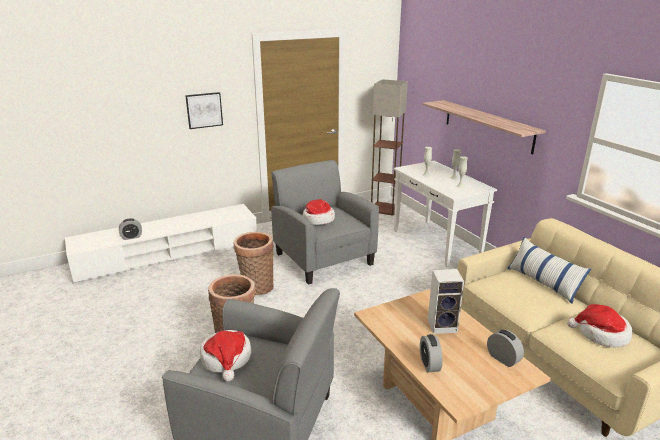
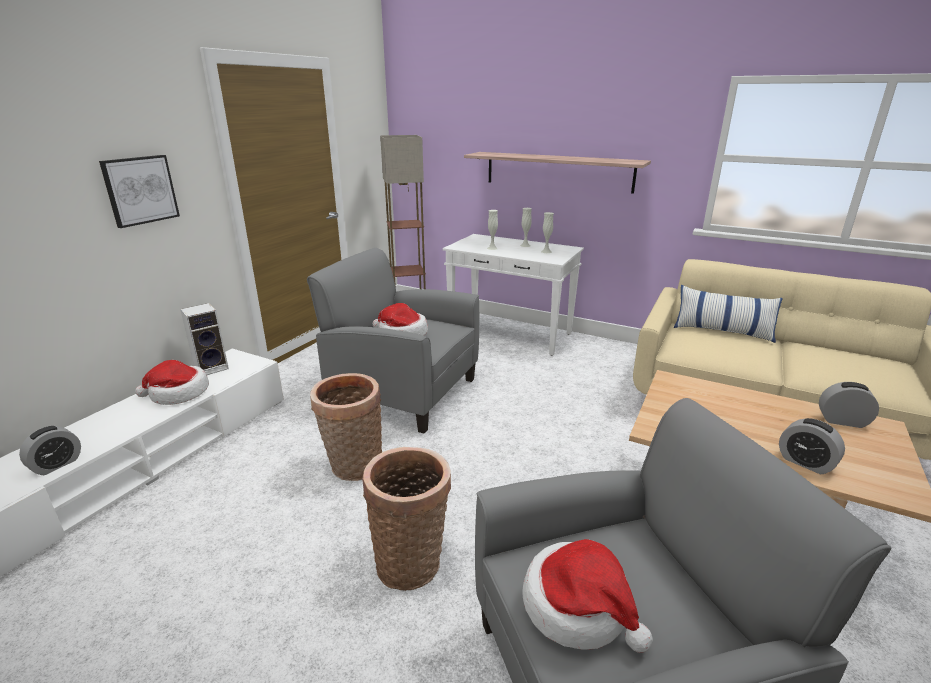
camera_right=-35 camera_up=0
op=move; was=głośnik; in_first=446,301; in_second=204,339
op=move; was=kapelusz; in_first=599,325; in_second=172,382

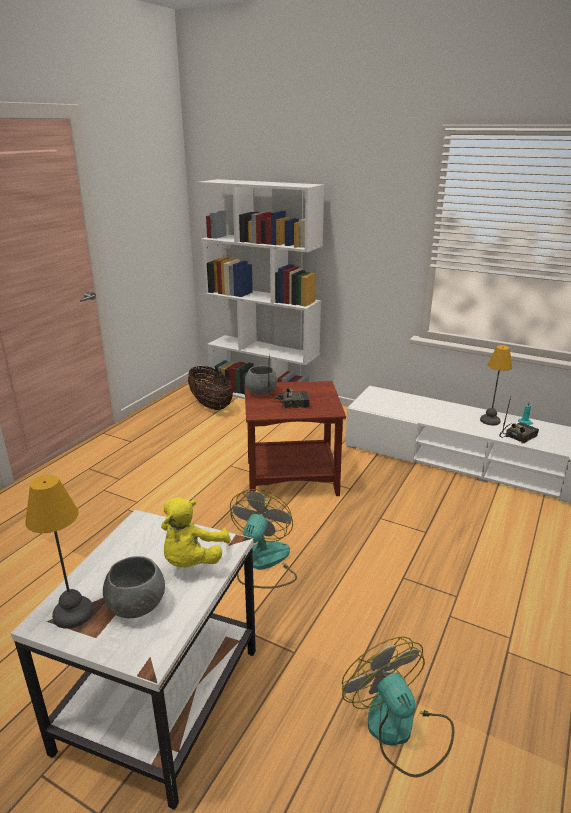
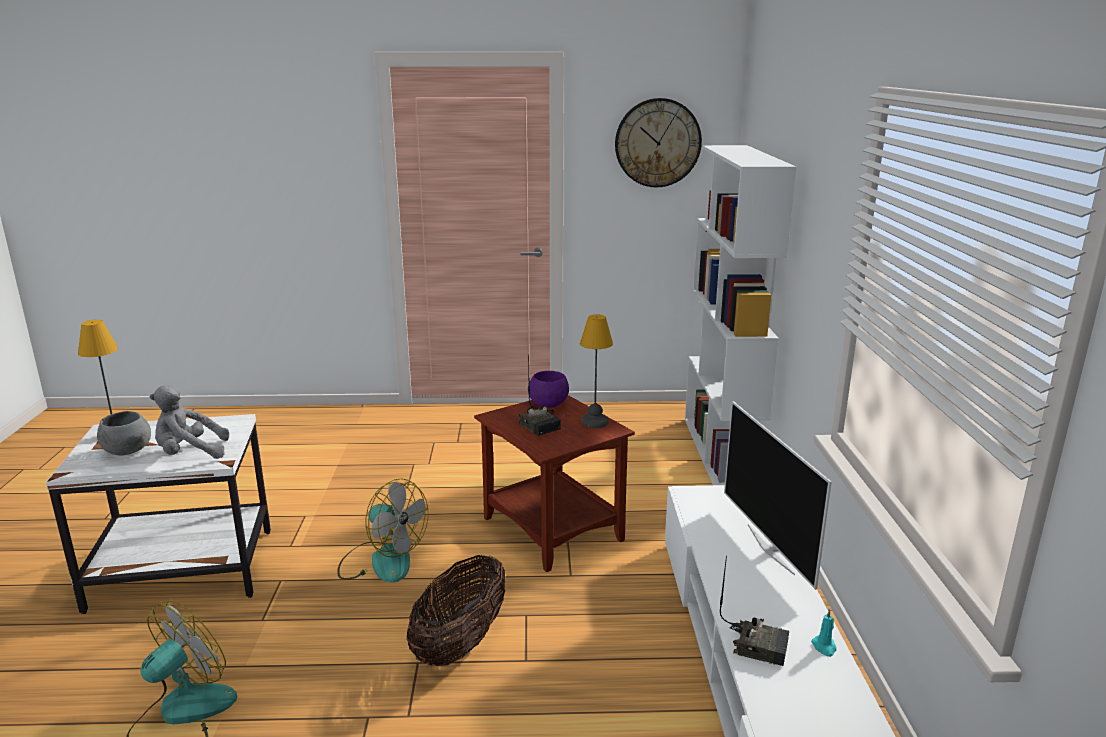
camera_right=60 camera_up=-5
op=insert; now=zegar ścienny; in_second=658,142
op=insert; now=telewizor; in_second=778,495
op=move; was=koszyk; in_first=210,388; in_second=456,610
op=move; was=lampa stołowa; in_first=496,385; in_second=596,371
op=recolor; was=pluszak/żółty; now=pluszak/szary; in_first=196,532; in_second=189,422
op=recolor; was=miska/szary; now=miska/fioletowy; in_first=261,380; in_second=548,389
op=rotate; was=wentylator; in_first=263,539; in_second=382,530; clockwise=45

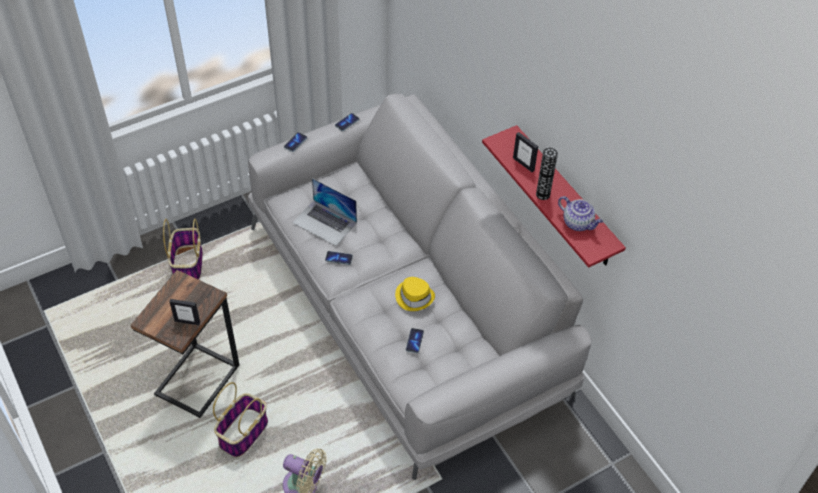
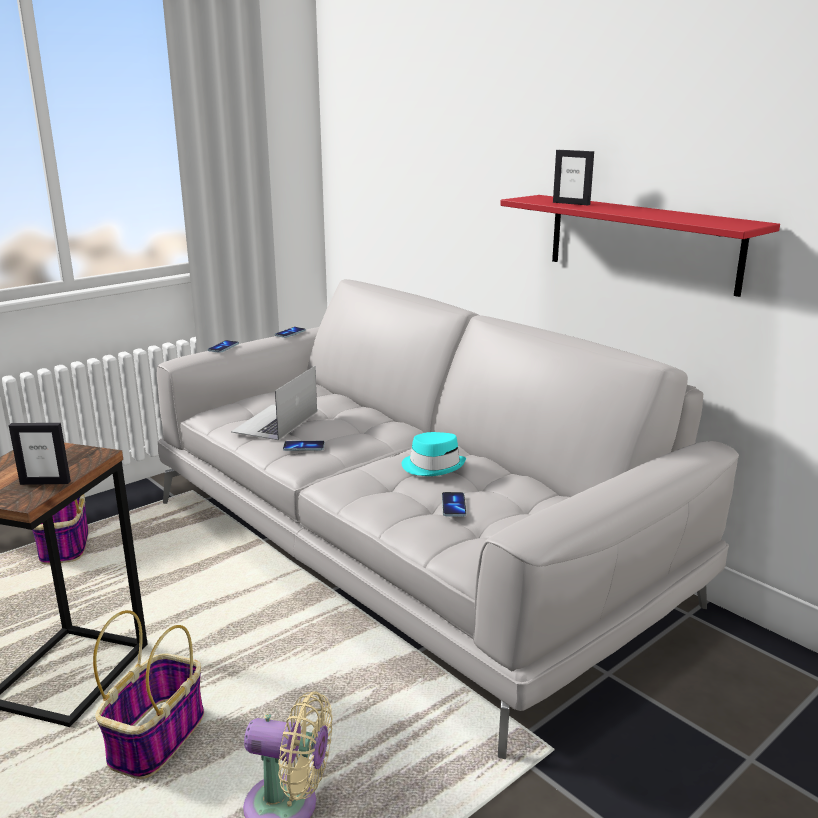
camera_right=-10 camera_up=-30
op=delete; was=wazon; in_first=547,174
op=delete; was=imbryk; in_first=580,213
op=recolor; was=kapelusz/żółty; now=kapelusz/turkusowy; in_first=415,294; in_second=434,454
op=rotate; was=laptop; in_first=324,212; in_second=274,403; clockwise=90

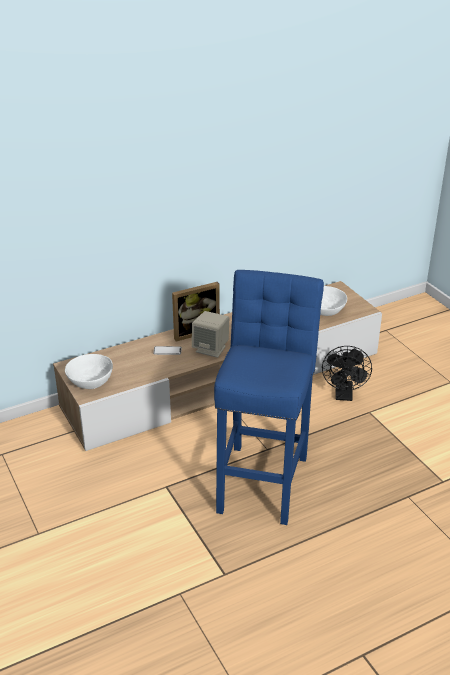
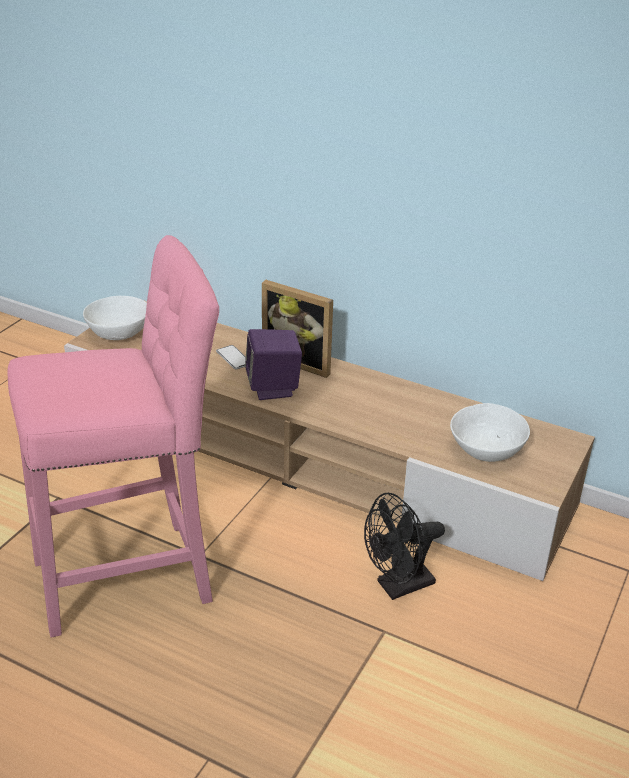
camera_right=55 camera_up=0
op=recolor; was=głośnik/beżowy; now=głośnik/fioletowy; in_first=210,334; in_second=273,364
op=recolor; was=stołek/niebieski; now=stołek/różowy; in_first=269,397; in_second=113,436

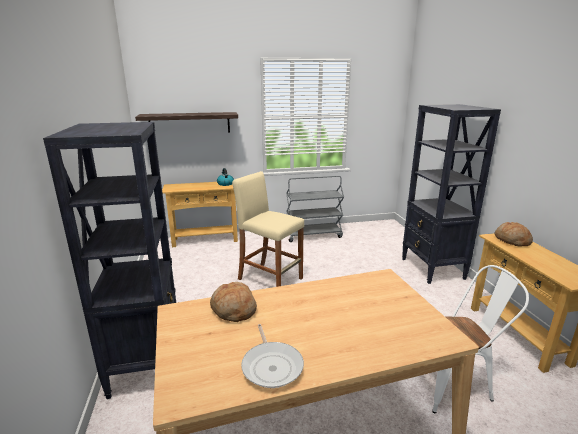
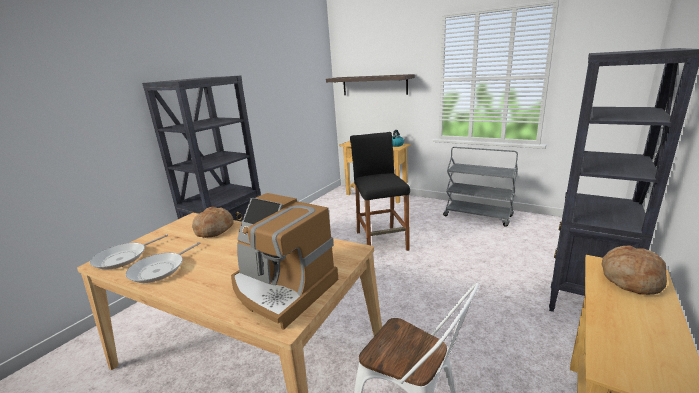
camera_right=45 camera_up=0
op=insert; now=patelnia; in_second=129,252
op=insert; now=ekspres do kawy; in_second=284,261
op=recolor; was=stołek/beżowy; now=stołek/czarny; in_first=268,229; in_second=380,191

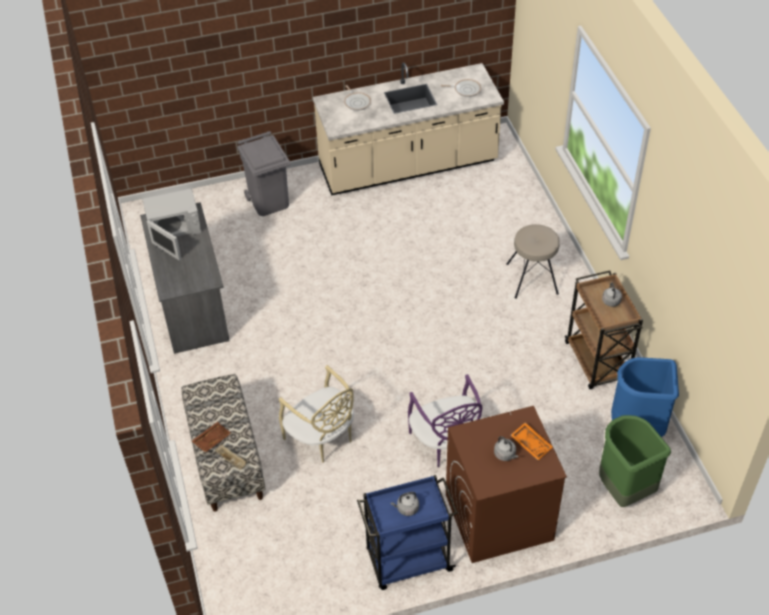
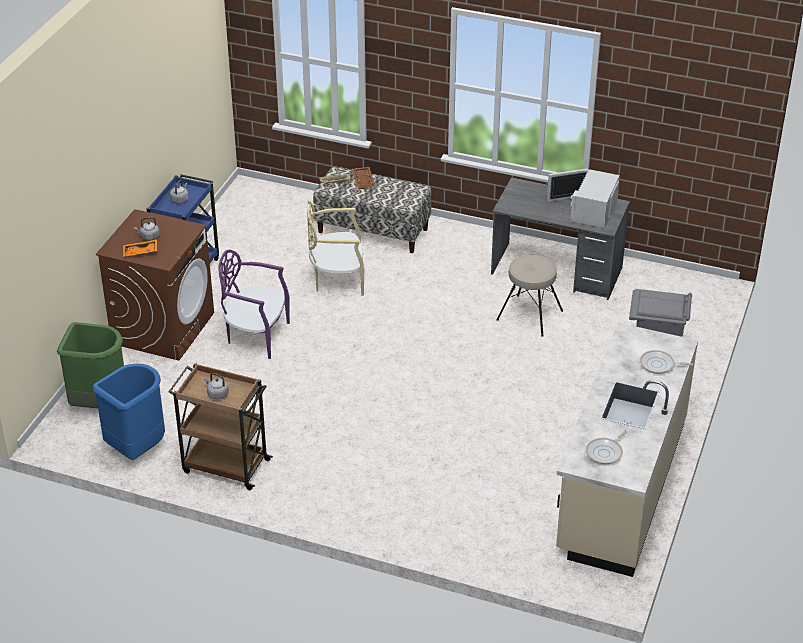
camera_right=125 camera_up=-10
op=move; was=stołek/beżowy; in_first=533,261; in_second=530,296

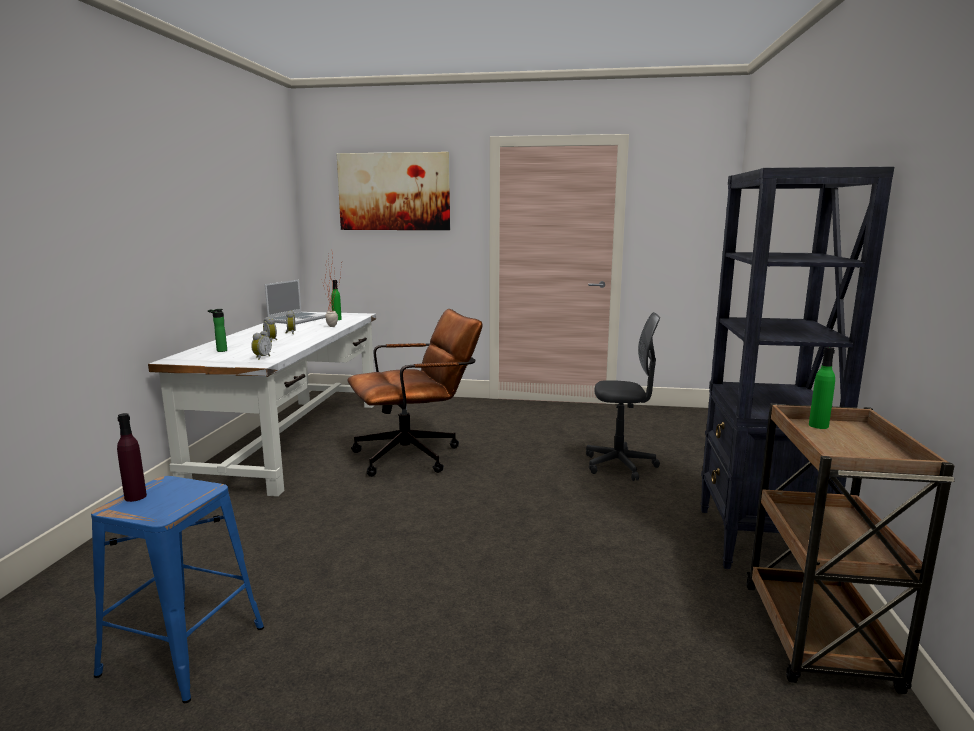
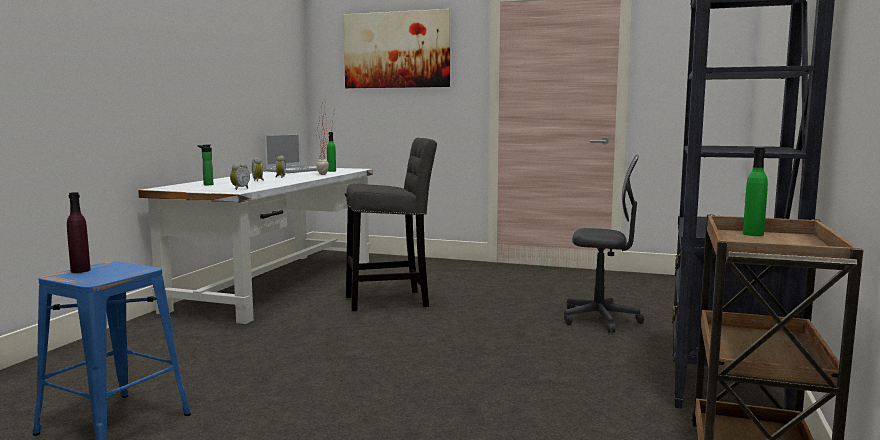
camera_right=10 camera_up=-5
op=replace; was=krzesło biurowe/brązowy; now=stołek/szary; in_first=415,393; in_second=391,224

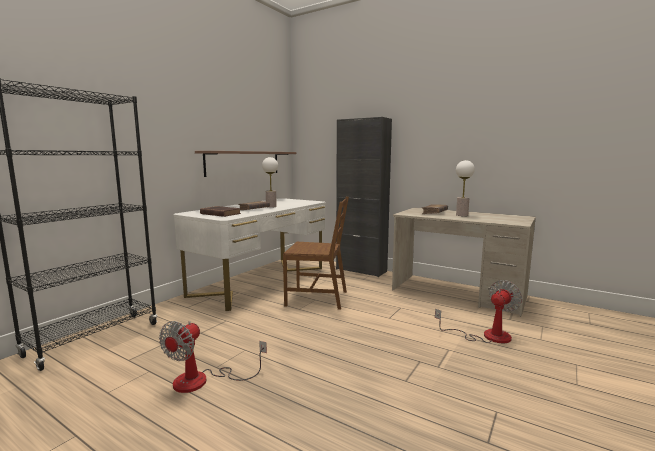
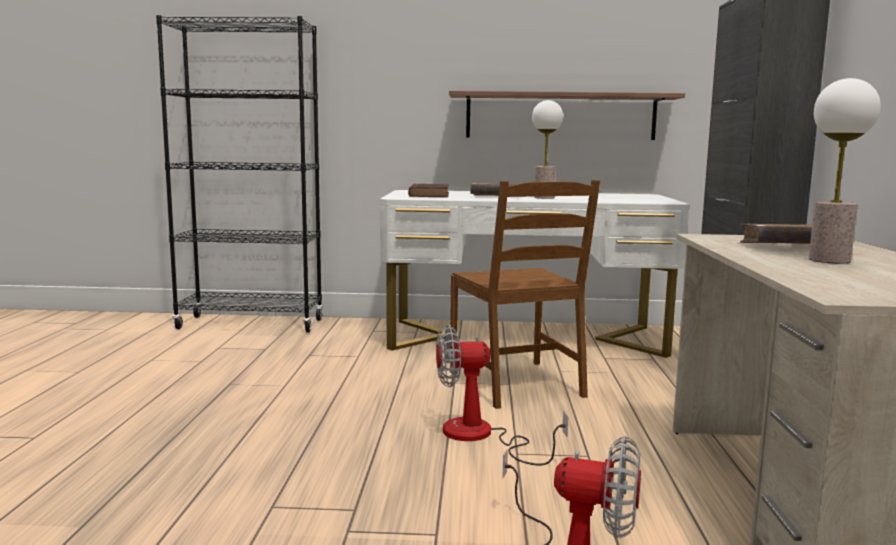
camera_right=60 camera_up=0
op=move; was=wentylator; in_first=213,357; in_second=502,395

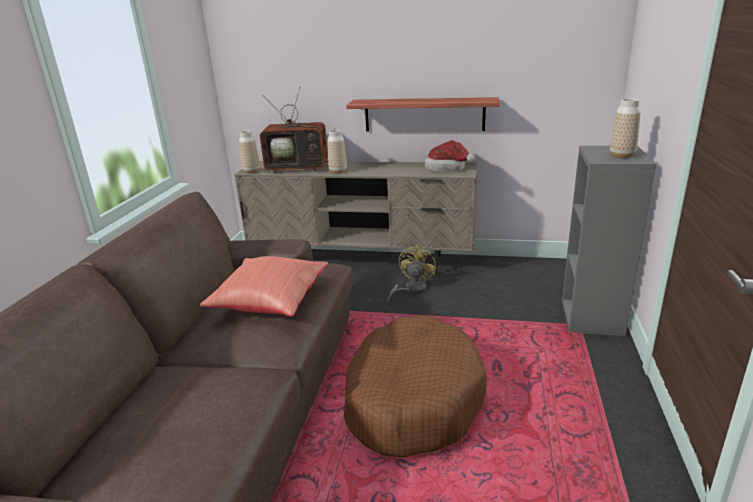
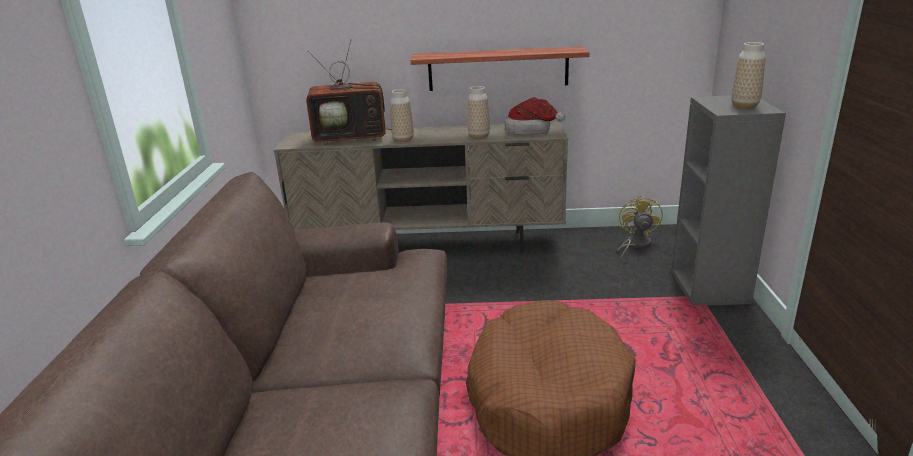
camera_right=-10 camera_up=0
op=delete; was=poduszka/czerwony; in_first=264,286
op=move; was=wazon; in_first=249,152; in_second=479,112
op=move; was=wentylator/żółty; in_first=412,272; in_second=639,227

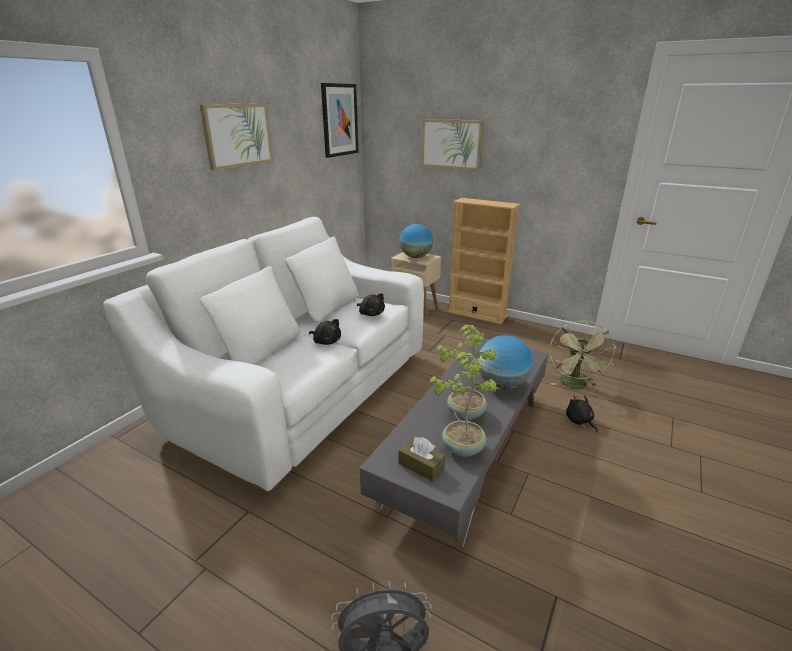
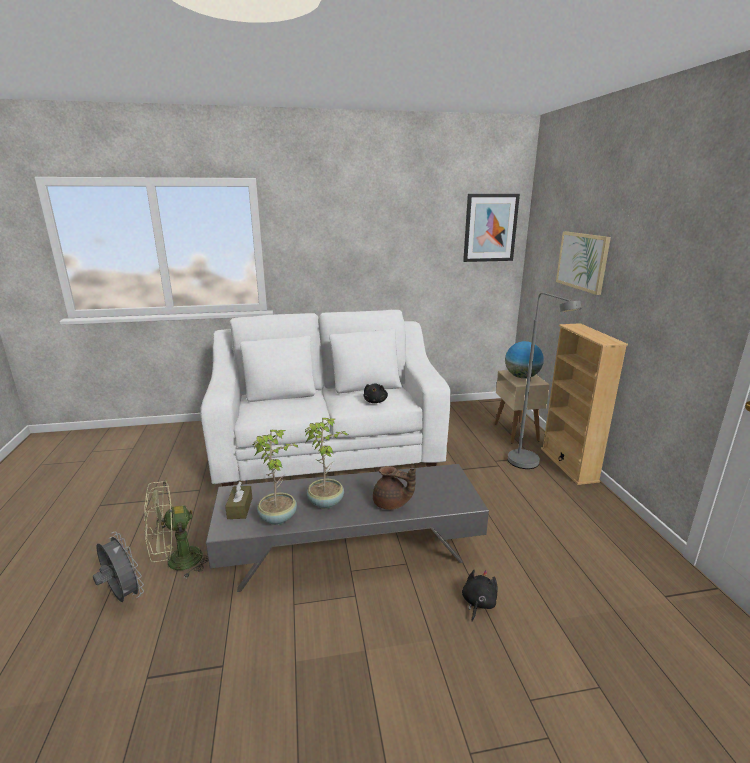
camera_right=50 camera_up=-5
op=delete; was=obraz; in_first=236,137
op=delete; was=pluszak/czarny; in_first=325,332
op=insert; now=lampa stojąca/szary; in_second=545,380
op=move; was=wentylator/zielony; in_first=582,355; in_second=176,529
op=replace; was=globus; now=imbryk/brązowy; in_first=505,362; in_second=394,488

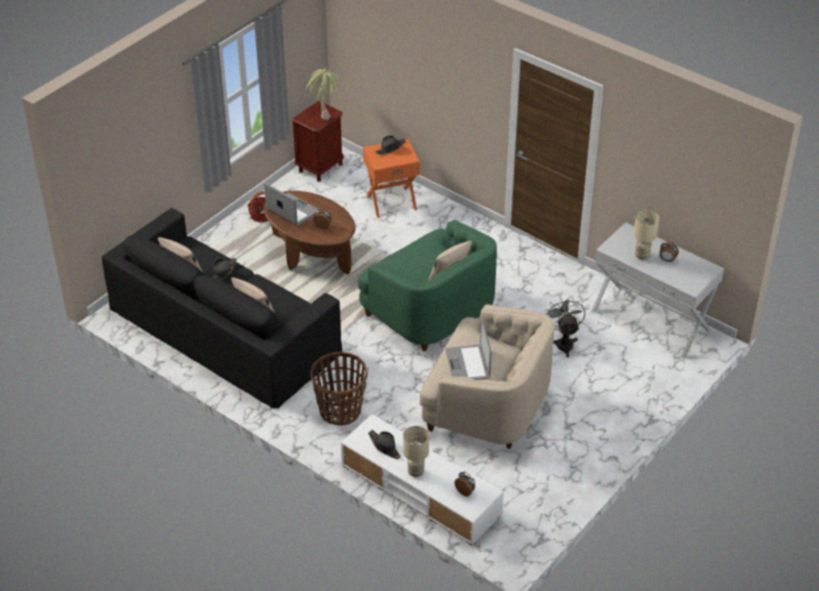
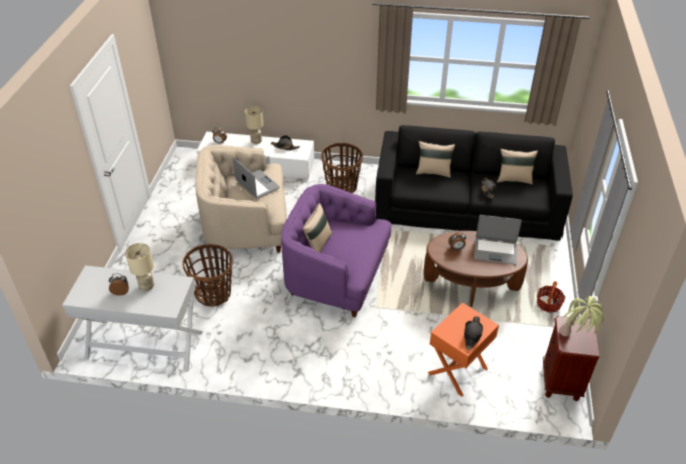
camera_right=150 camera_up=0
op=replace; was=wentylator/szary; now=koszyk; in_first=565,326; in_second=207,275
op=recolor; was=fotel/zielony; now=fotel/fioletowy; in_first=427,285; in_second=336,251

